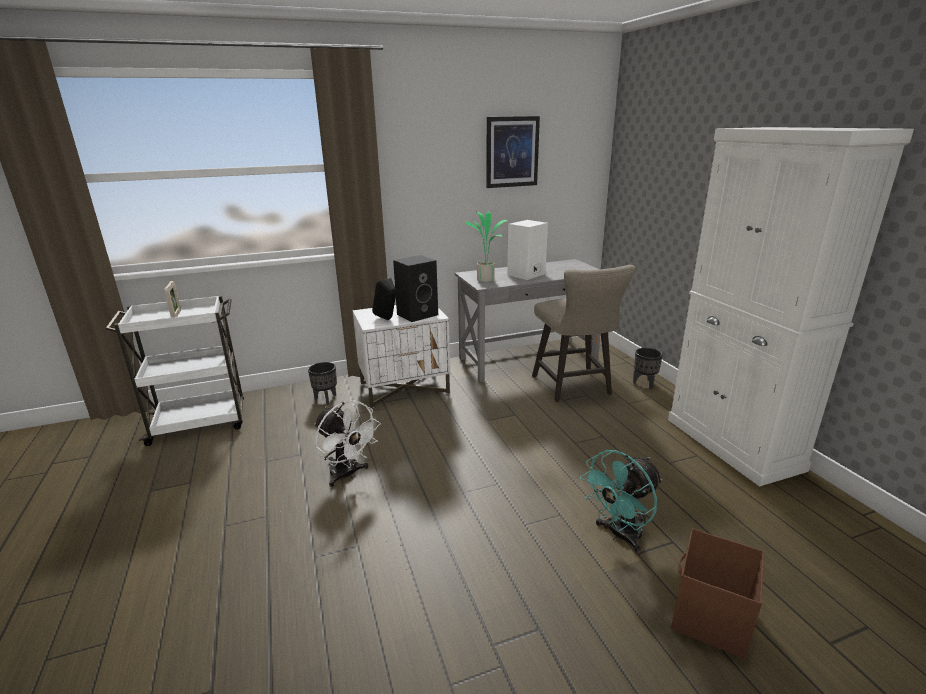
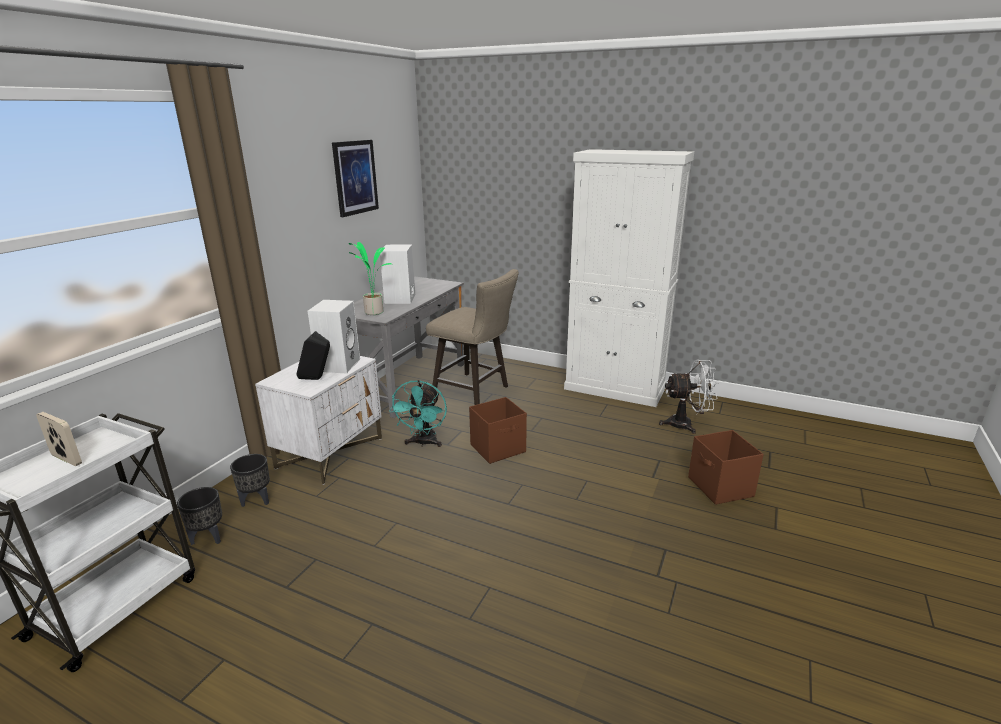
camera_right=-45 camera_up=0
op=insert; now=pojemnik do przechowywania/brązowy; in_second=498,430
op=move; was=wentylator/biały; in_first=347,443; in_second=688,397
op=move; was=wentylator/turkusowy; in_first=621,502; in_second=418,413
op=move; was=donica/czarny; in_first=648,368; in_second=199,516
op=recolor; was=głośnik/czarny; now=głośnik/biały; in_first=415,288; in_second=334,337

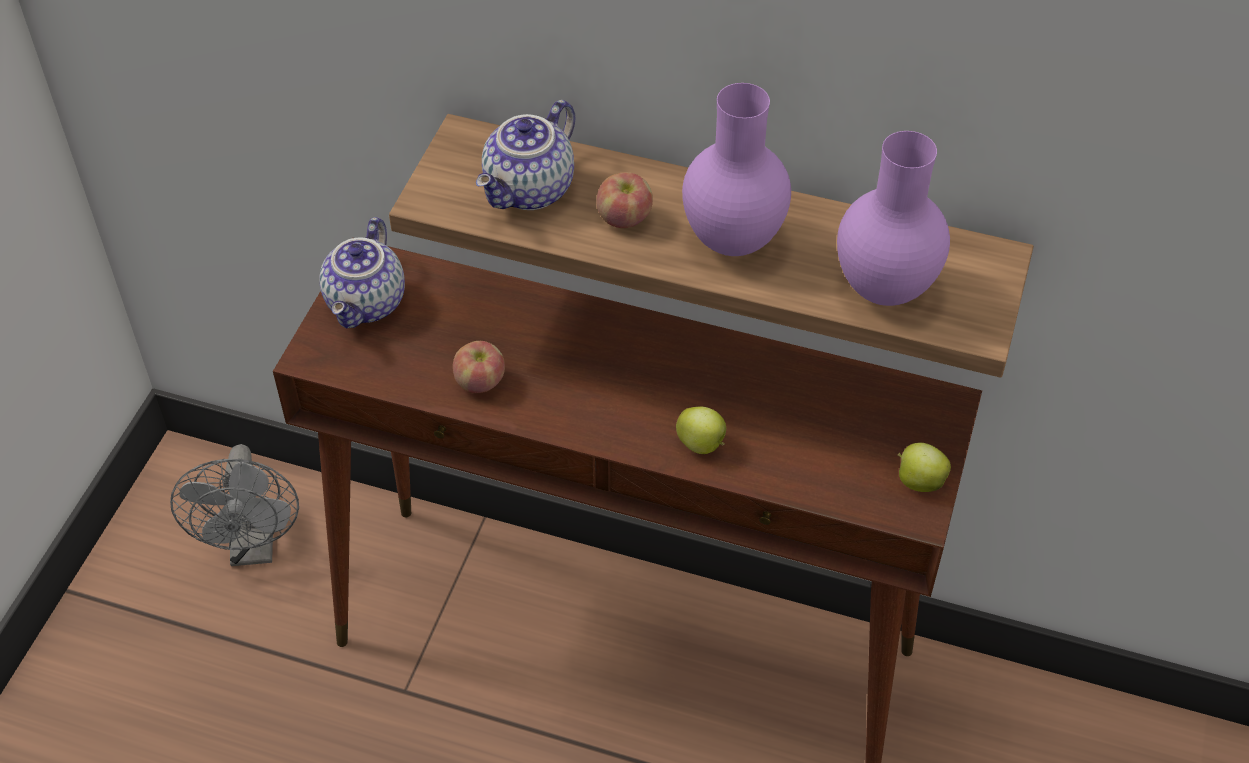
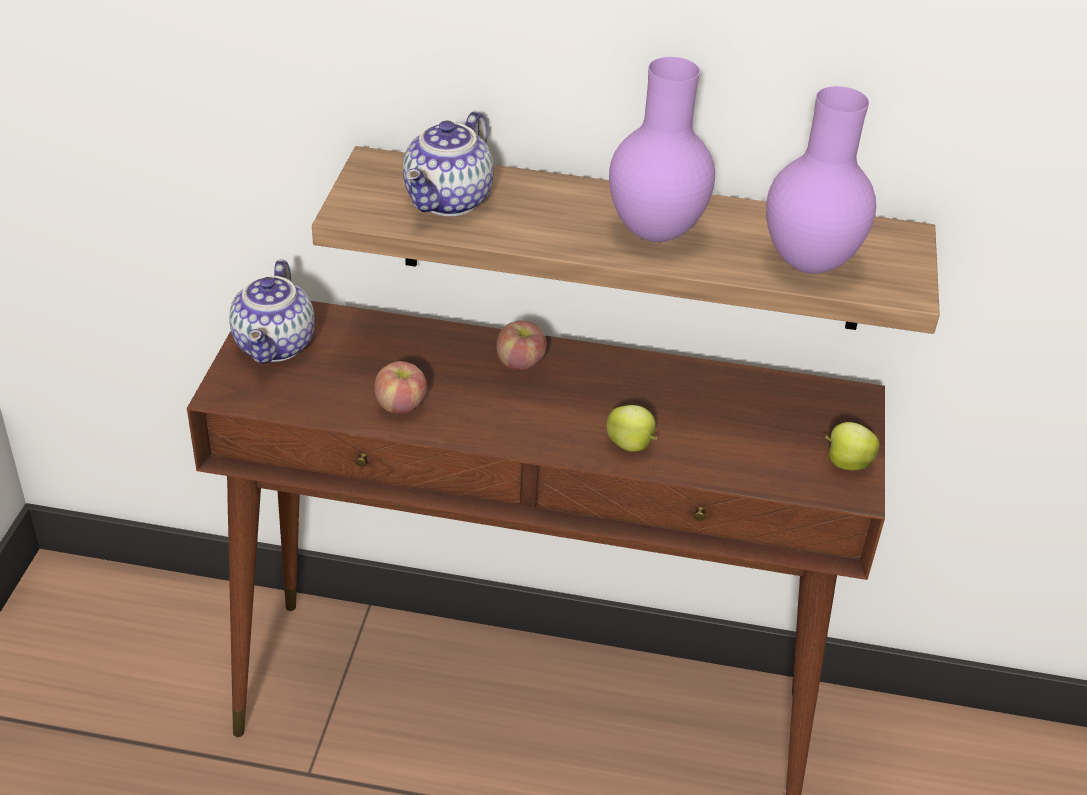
camera_right=-10 camera_up=-10
op=delete; was=wentylator/szary; in_first=234,505
op=move; was=jabłko; in_first=625,200; in_second=521,345

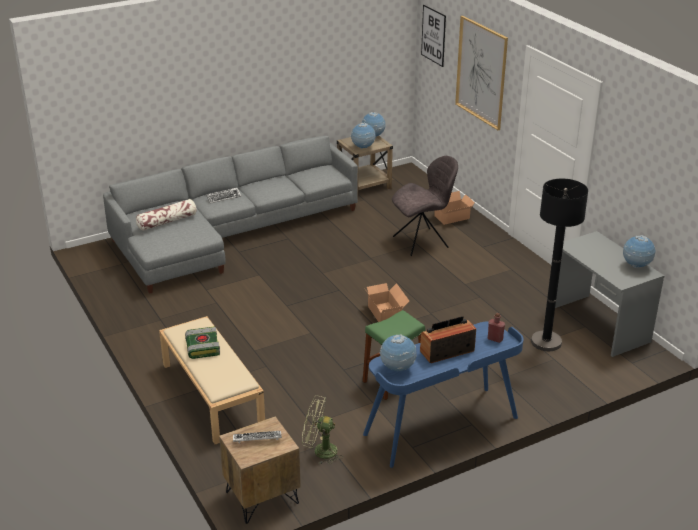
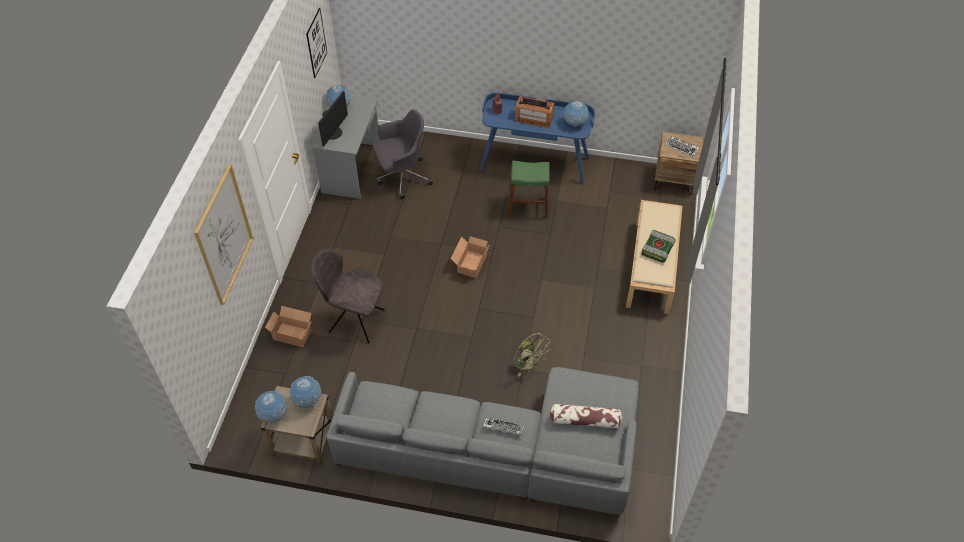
camera_right=-140 camera_up=20
op=insert; now=monitor; in_second=333,119
op=move; was=wentylator/zielony; in_first=322,429; in_second=532,355
op=move; was=obraz; in_first=433,36; in_second=316,43
op=replace; was=lampa stojąca/czarny; now=krzesło biurowe/szary; in_first=559,265; in_second=403,154

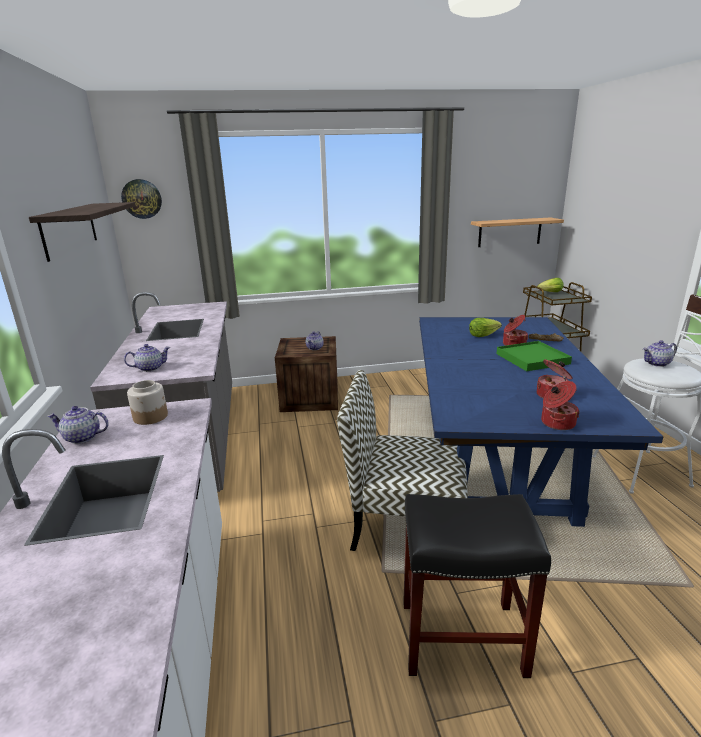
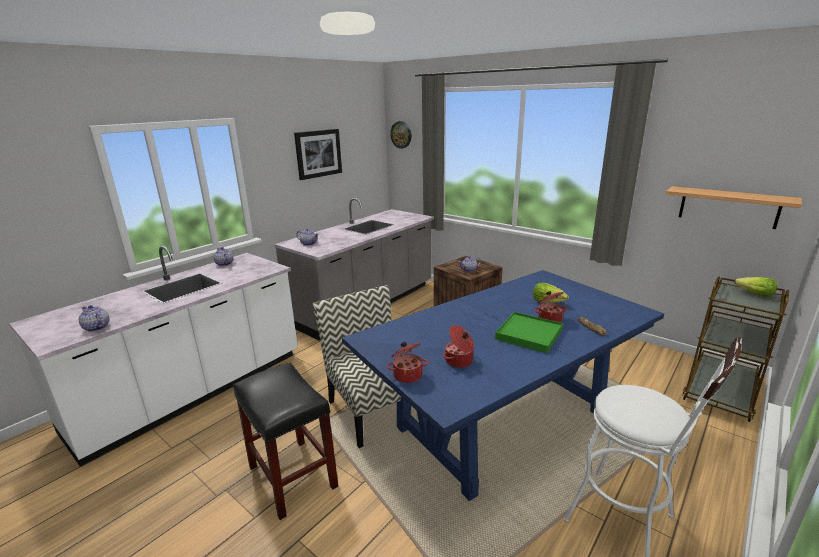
camera_right=50 camera_up=0
op=delete; was=słoik; in_first=147,402
op=move; was=imbryk; in_first=660,353; in_second=94,318
op=replace; was=półka; now=obraz; in_first=82,232; in_second=318,154

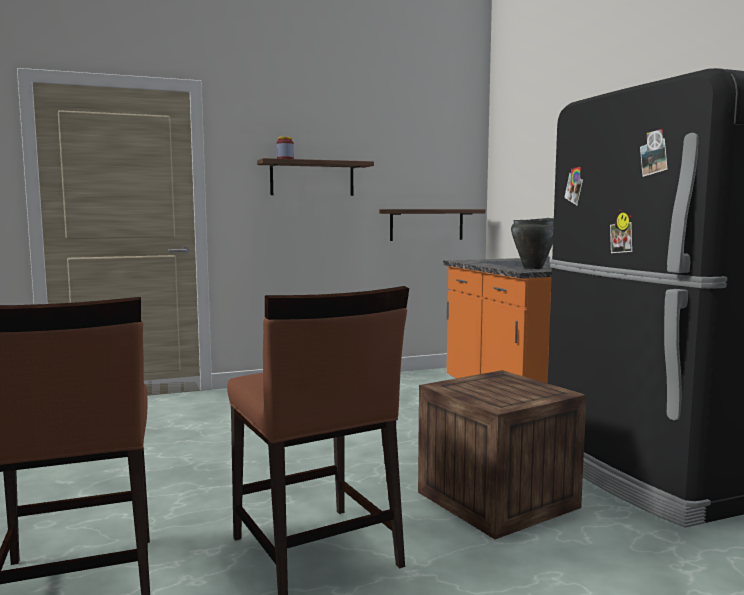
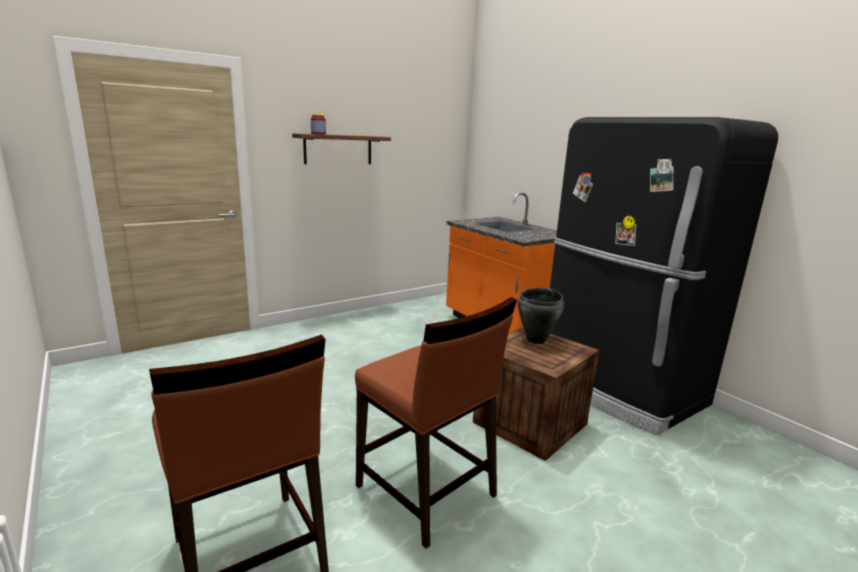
camera_right=-15 camera_up=10
op=delete; was=półka; in_first=432,225
op=move; was=garnek/czarny; in_first=532,243; in_second=540,316

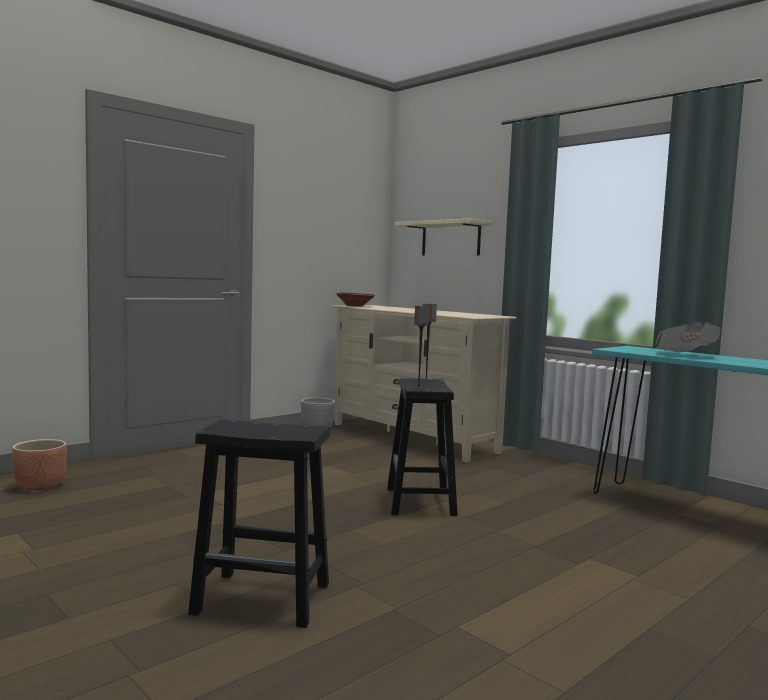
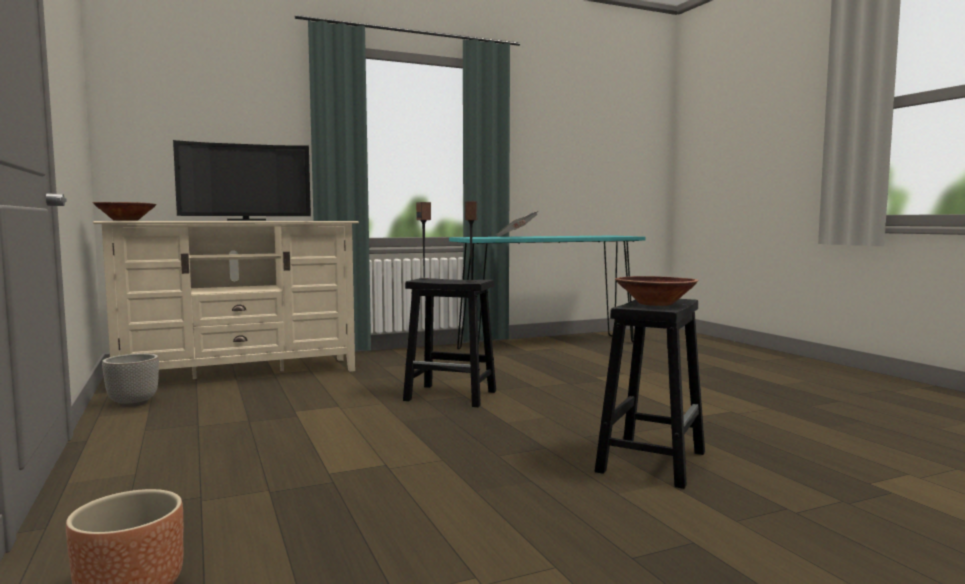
camera_right=-70 camera_up=0
op=delete; was=półka/beżowy; in_first=443,237
op=insert; now=telewizor; in_second=242,180
op=insert; now=miska/brązowy; in_second=657,291

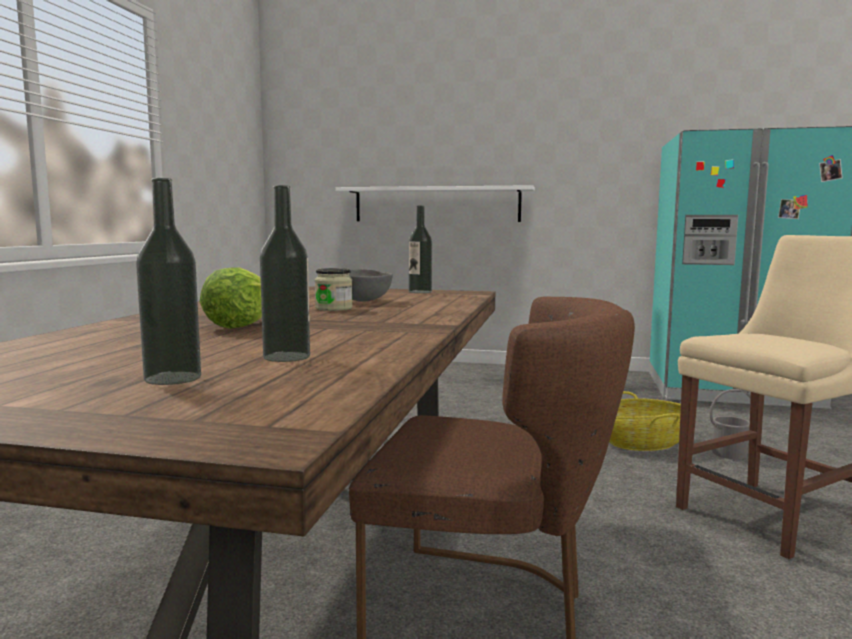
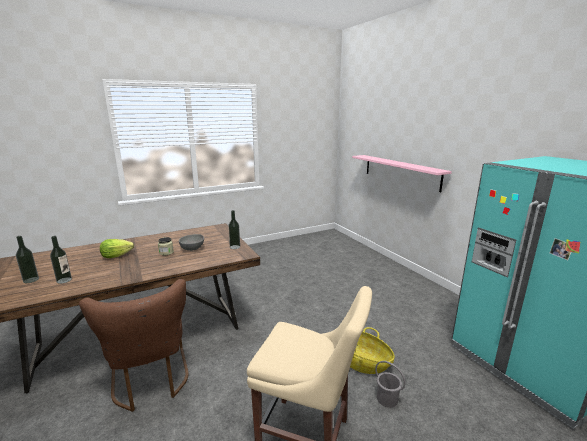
camera_right=50 camera_up=10
op=recolor; was=półka/biały; now=półka/różowy; in_first=435,203; in_second=402,173

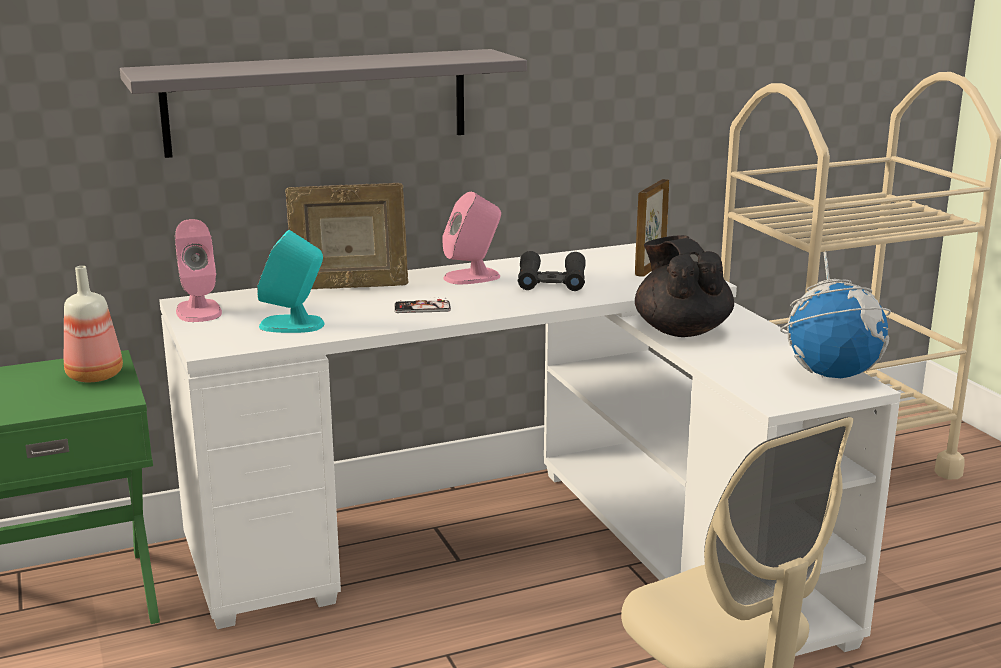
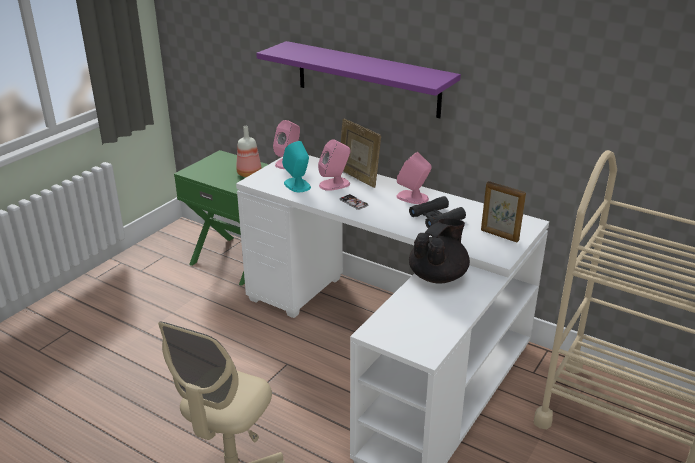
camera_right=55 camera_up=10
op=delete; was=globus; in_first=835,314
op=insert; now=głośnik/różowy; in_second=334,165
op=recolor; was=półka/szary; now=półka/fioletowy; in_first=323,103; in_second=358,79
op=rotate; was=ramka na zdjęcie; in_first=652,228; in_second=503,211; clockwise=-135

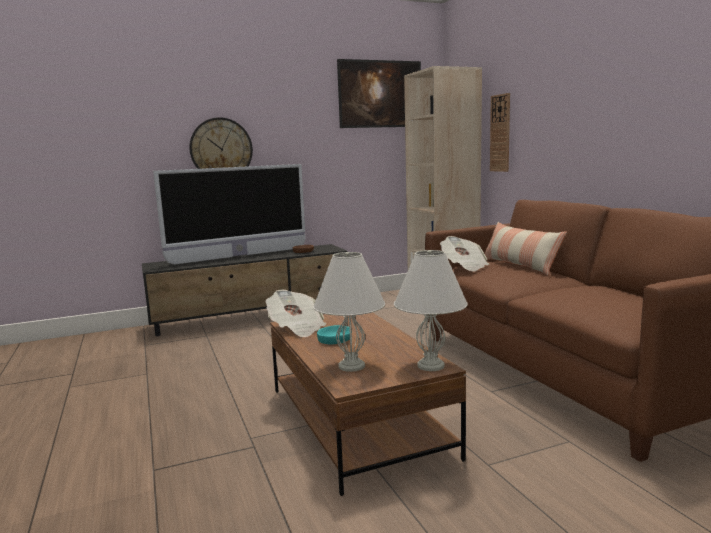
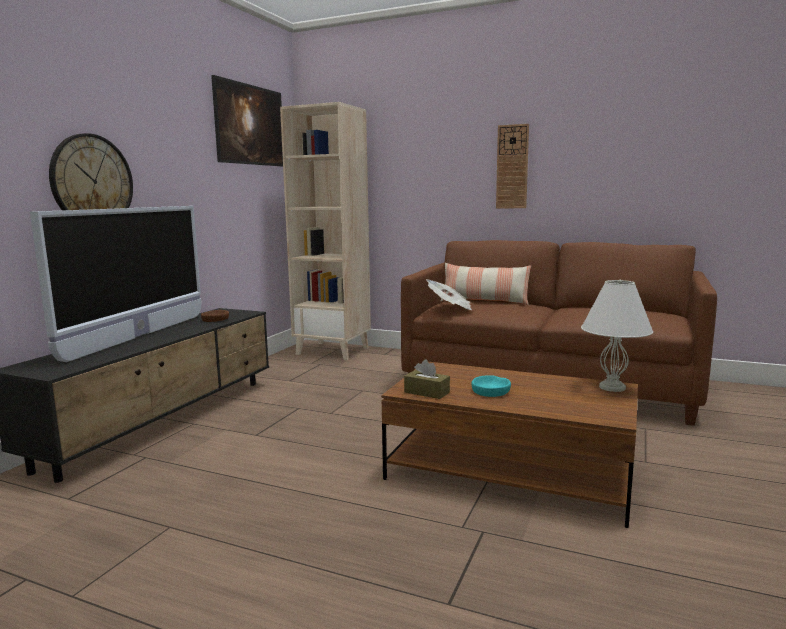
camera_right=-45 camera_up=0
op=delete; was=lampa stołowa/biały; in_first=349,312
op=move; was=zegar ścienny; in_first=500,132; in_second=512,166
op=replace; was=gazeta; now=pudełko chusteczek/brązowy; in_first=295,313; in_second=427,379

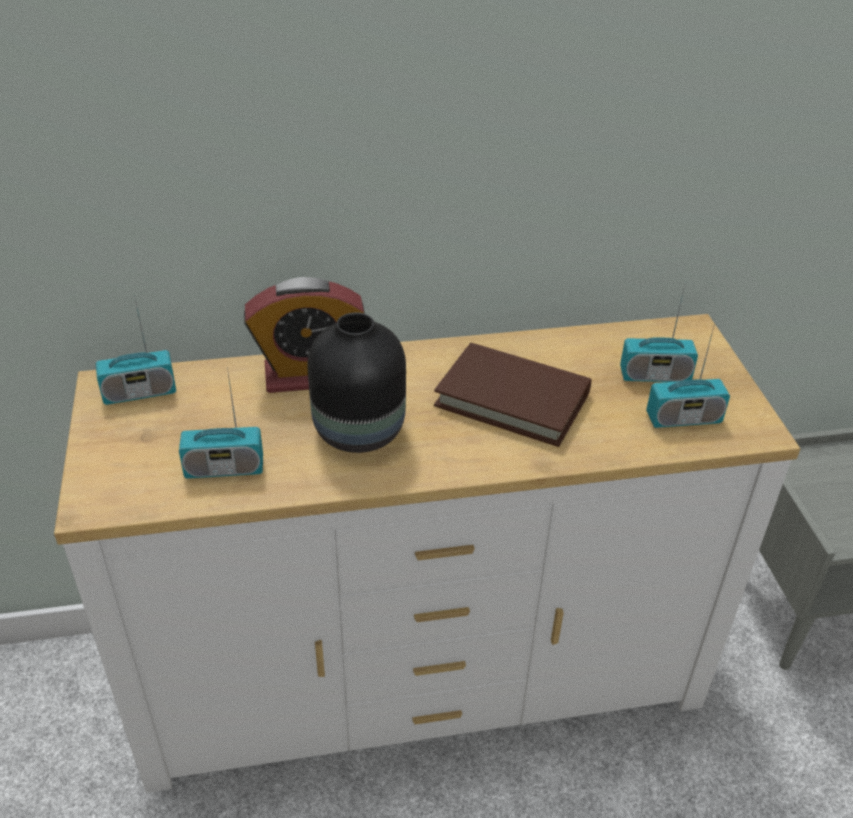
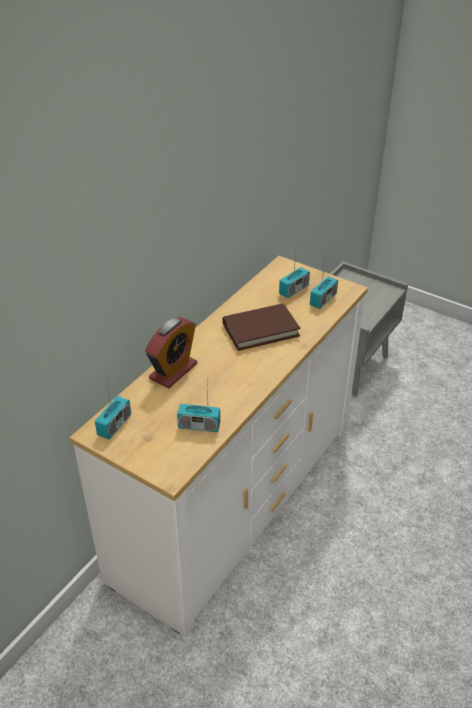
camera_right=-45 camera_up=0
op=delete; was=wazon/czarny; in_first=357,382
op=rotate; was=radio; in_first=221,423; in_second=198,409; clockwise=60

